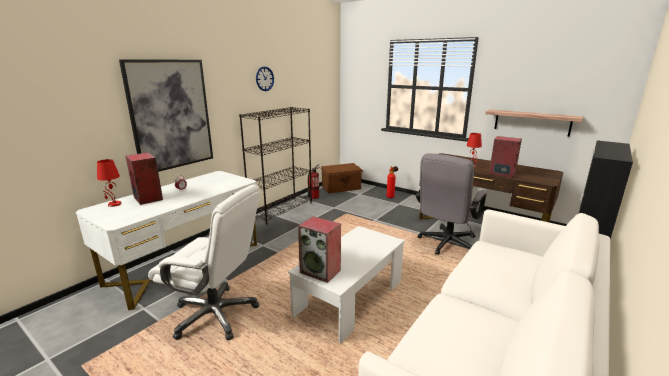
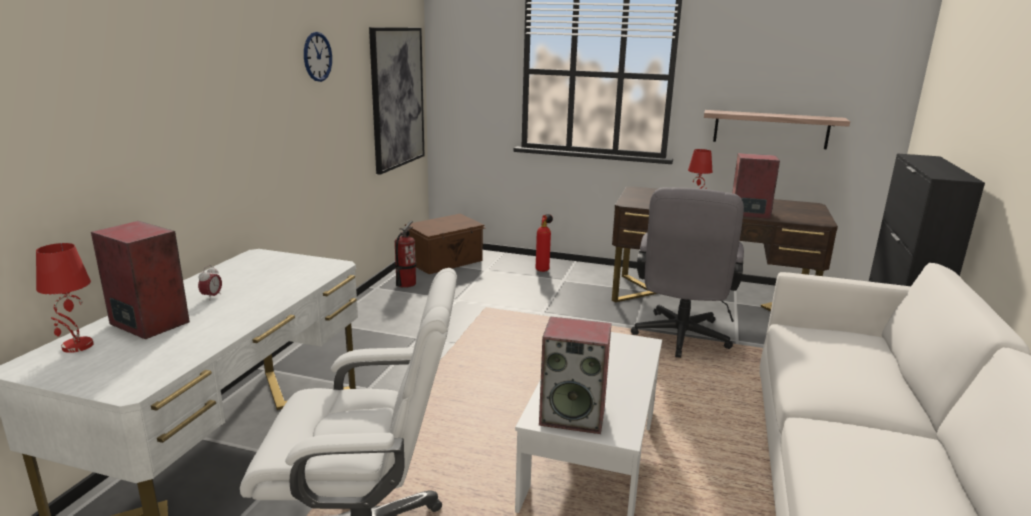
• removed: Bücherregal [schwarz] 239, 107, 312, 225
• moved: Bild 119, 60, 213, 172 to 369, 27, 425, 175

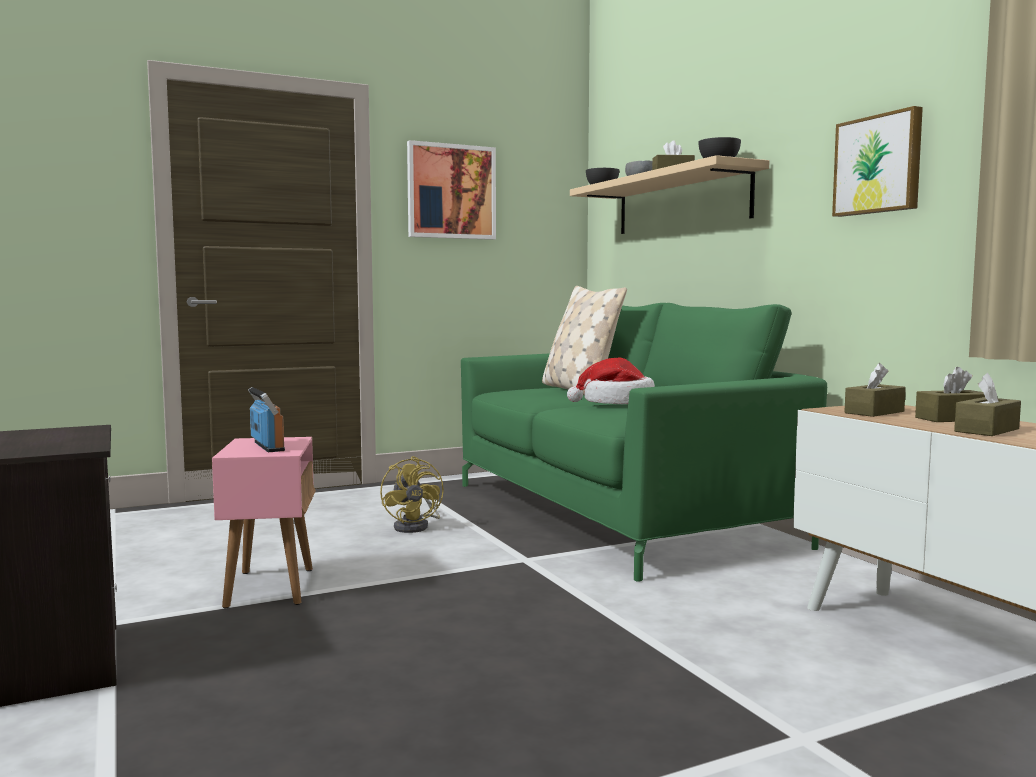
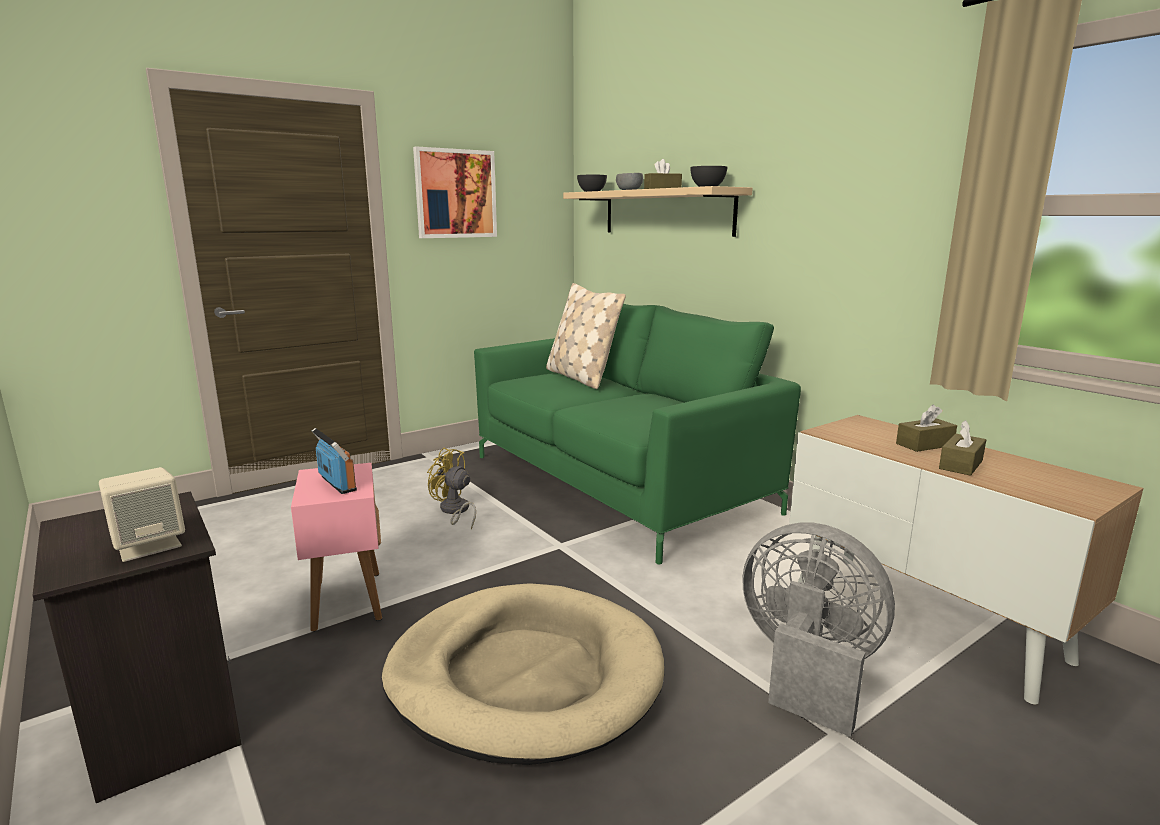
• removed: Hut 567, 357, 655, 404
• removed: Bild 832, 106, 923, 217
• removed: Taschentuchbox [braun] 844, 363, 906, 417
• added: Lautsprecher [beige] 99, 467, 185, 562
• added: Hundebett [beige] 382, 583, 664, 765
• added: Ventilator [grau] 743, 522, 895, 737
• turned: Ventilator [gelb] 380, 456, 444, 533 = 427, 448, 476, 529 150 degrees clockwise

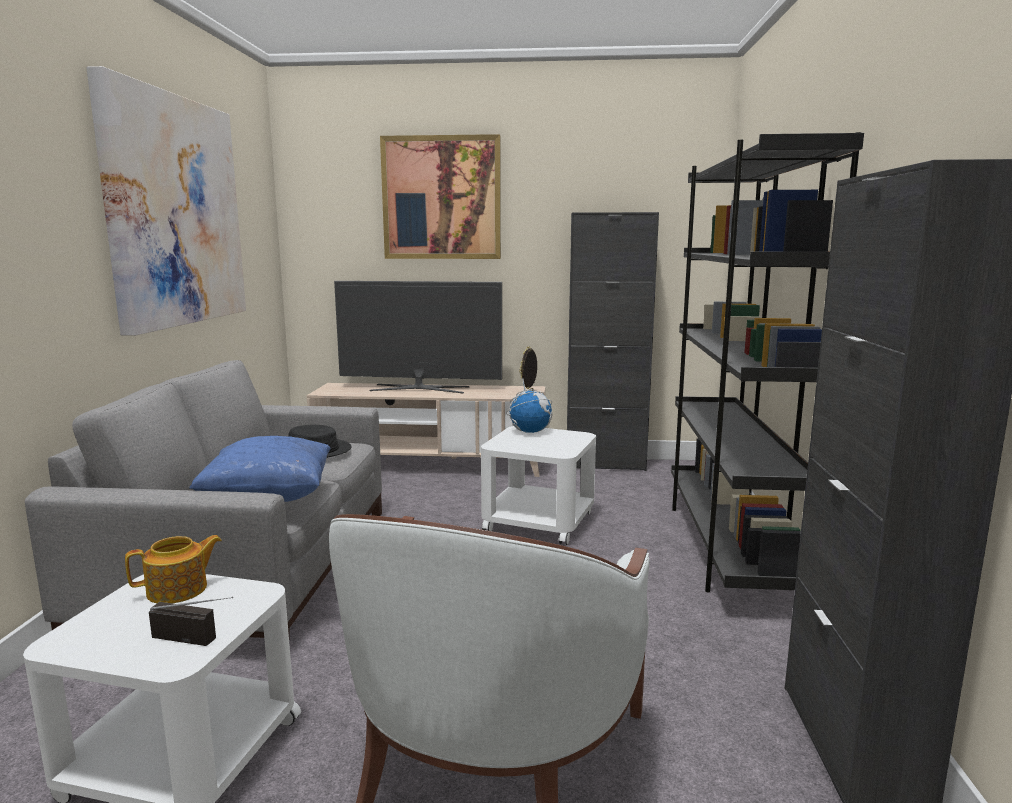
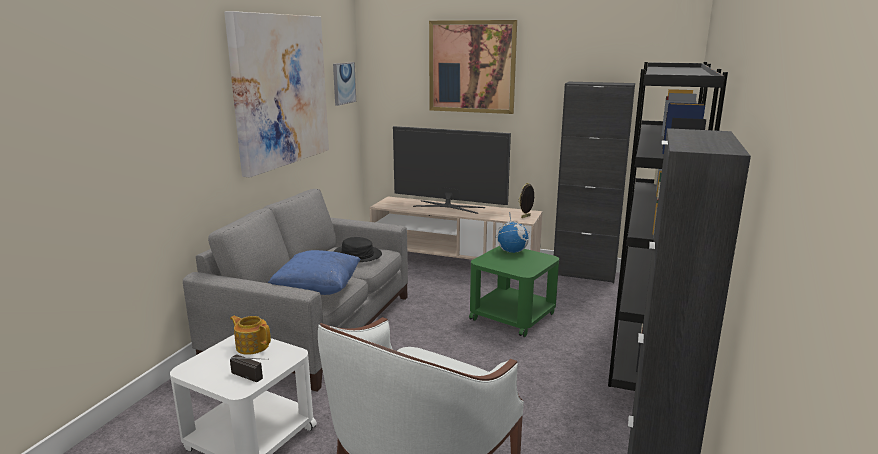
• added: Bild 333, 62, 356, 106
• recoloured: Beistelltisch [weiß] 481, 426, 596, 545 to Beistelltisch [grün] 469, 246, 559, 337
• turned: Teekanne 125, 535, 222, 603 = 230, 316, 271, 355 135 degrees counterclockwise

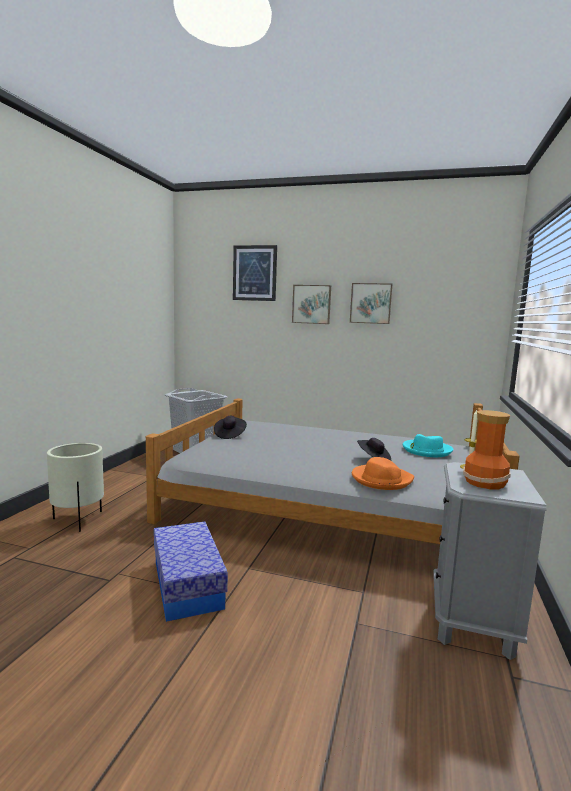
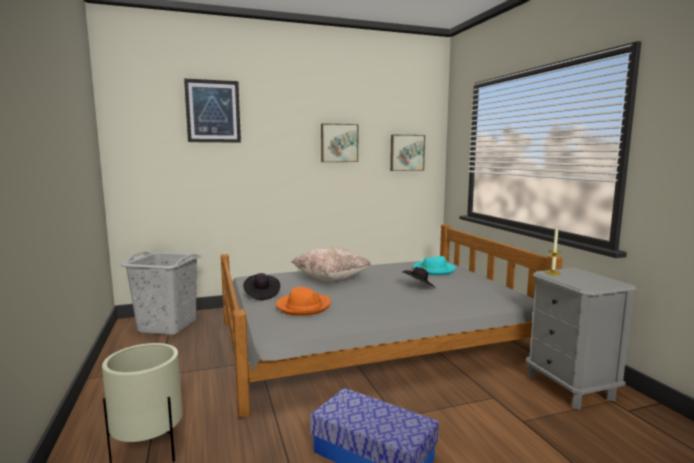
• removed: Vase 463, 410, 511, 489
• added: Kissen [beige] 291, 247, 371, 281
• moved: Bild 292, 285, 331, 324 to 390, 135, 425, 171
• moved: Hut [orange] 352, 457, 414, 490 to 276, 287, 331, 316

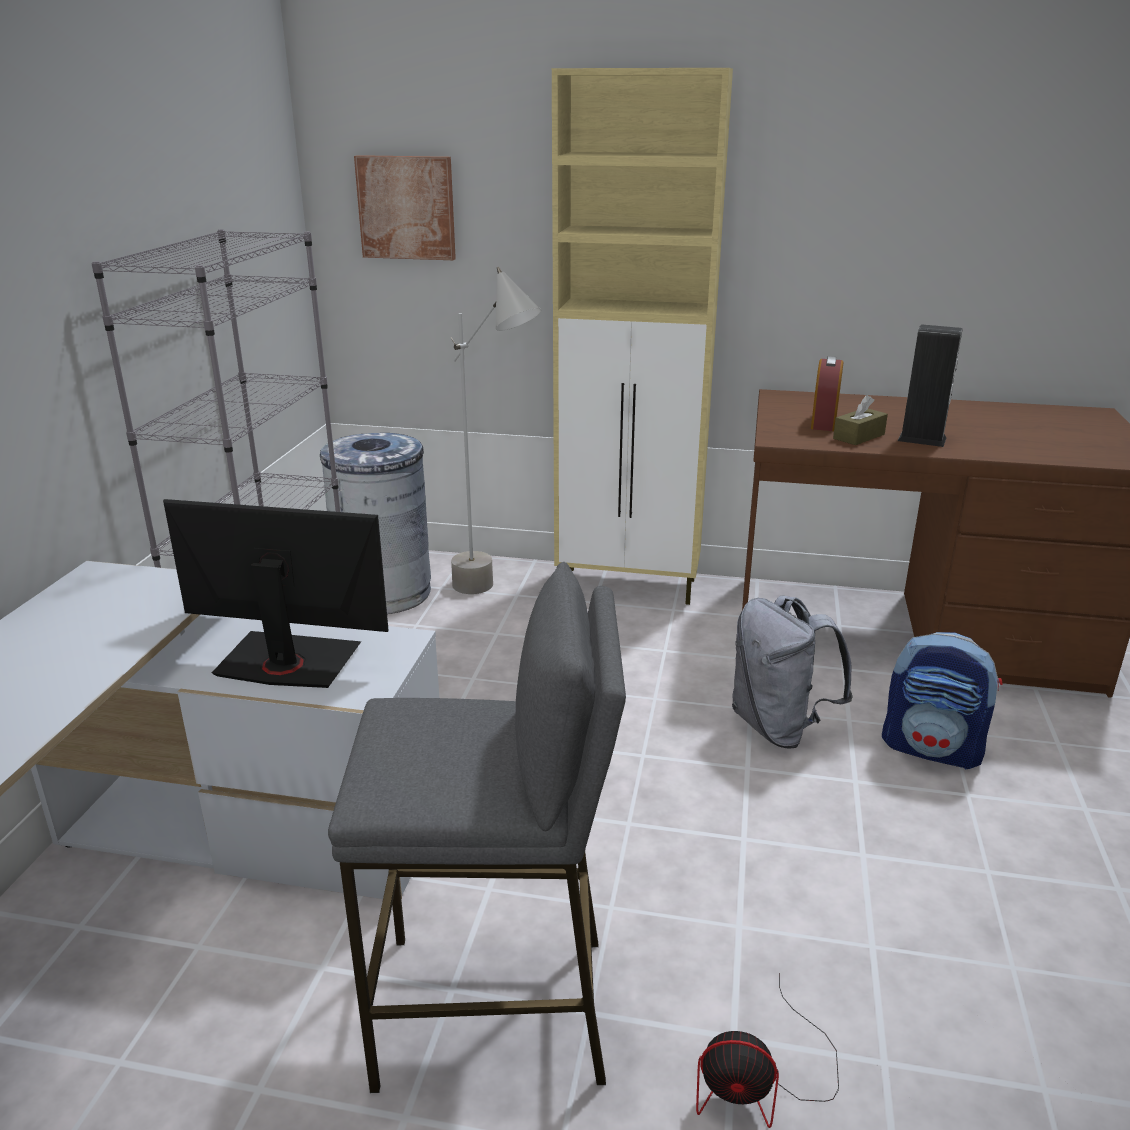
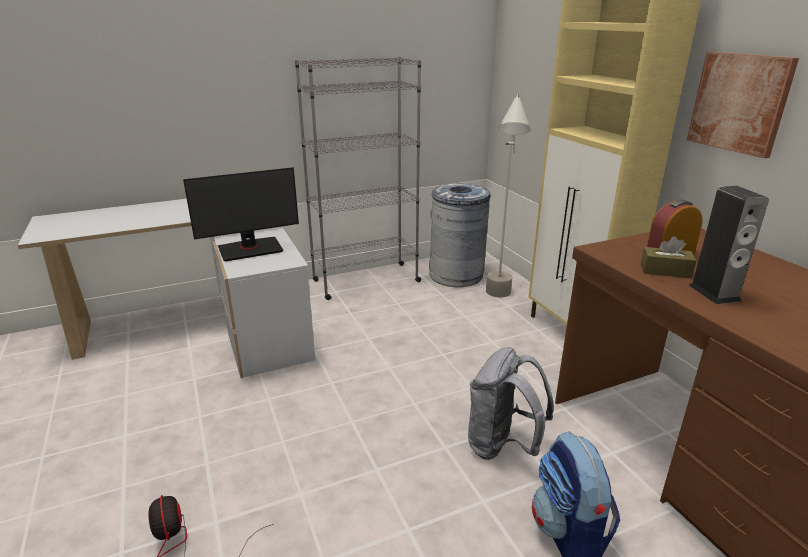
• removed: Hocker [grau] 328, 562, 626, 1093
• moved: Bild 354, 155, 456, 260 to 687, 52, 799, 158
• turned: Monitor 163, 499, 389, 688 = 183, 167, 299, 261 90 degrees clockwise

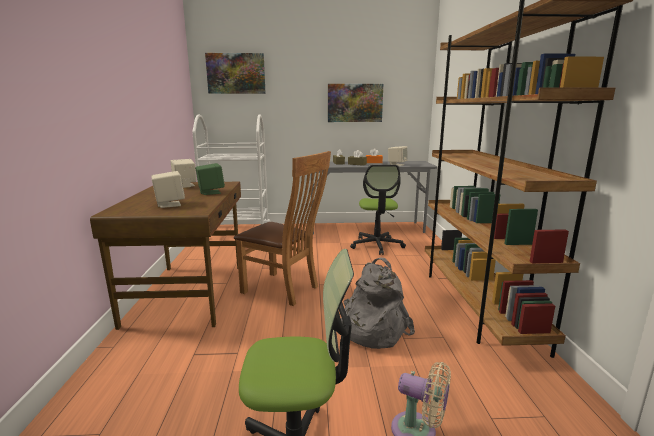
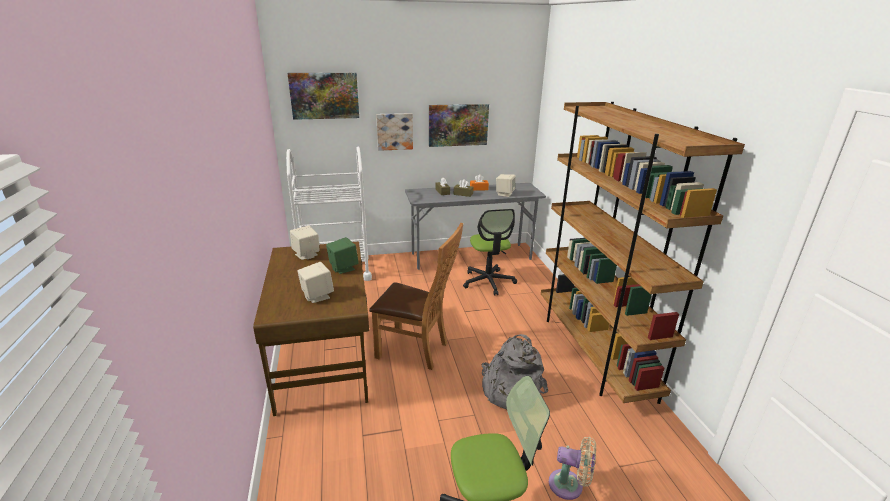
• added: Bild 376, 113, 413, 151

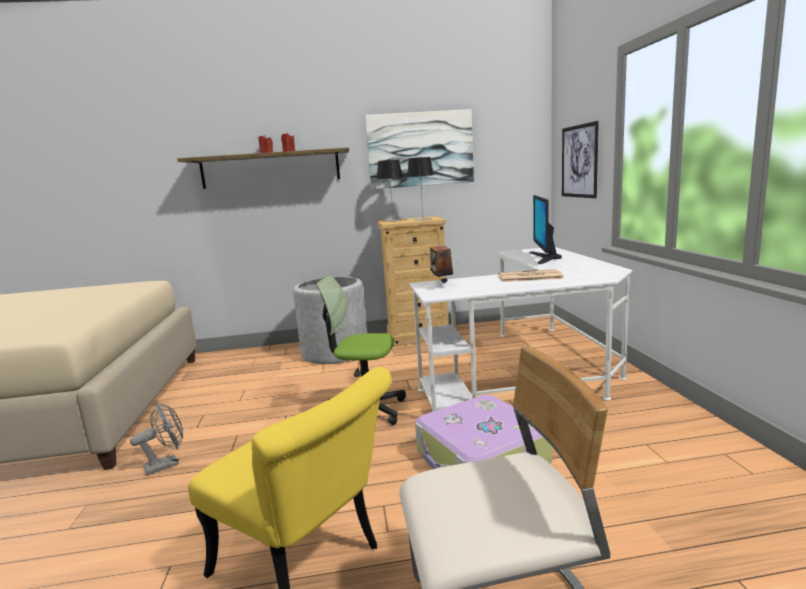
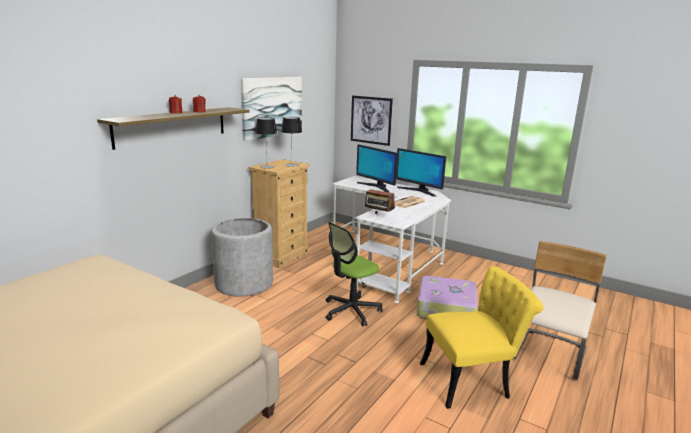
• removed: Ventilator [grau] 130, 403, 183, 475
• added: Monitor 396, 148, 446, 197

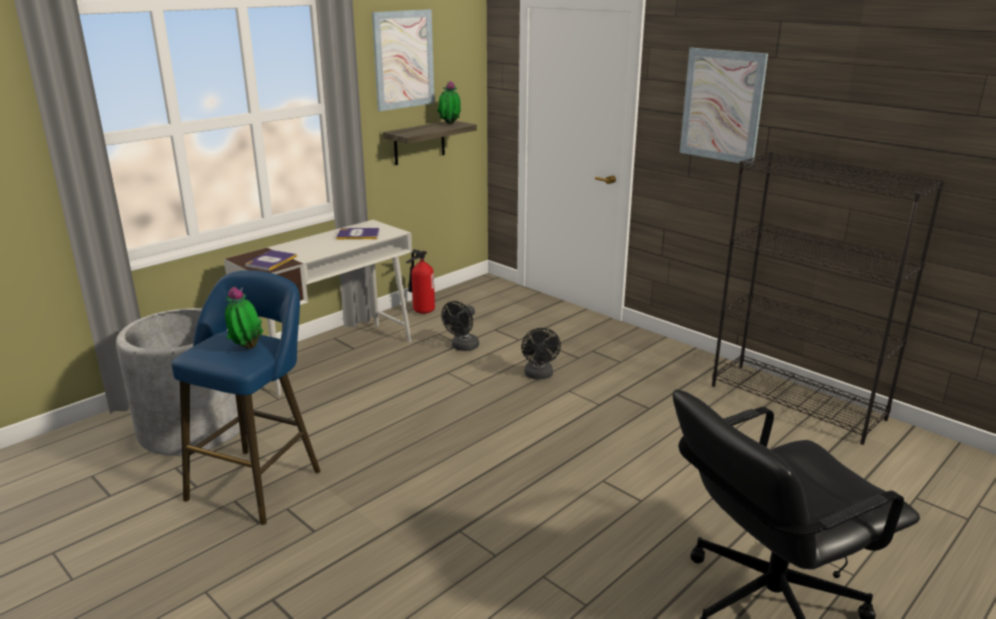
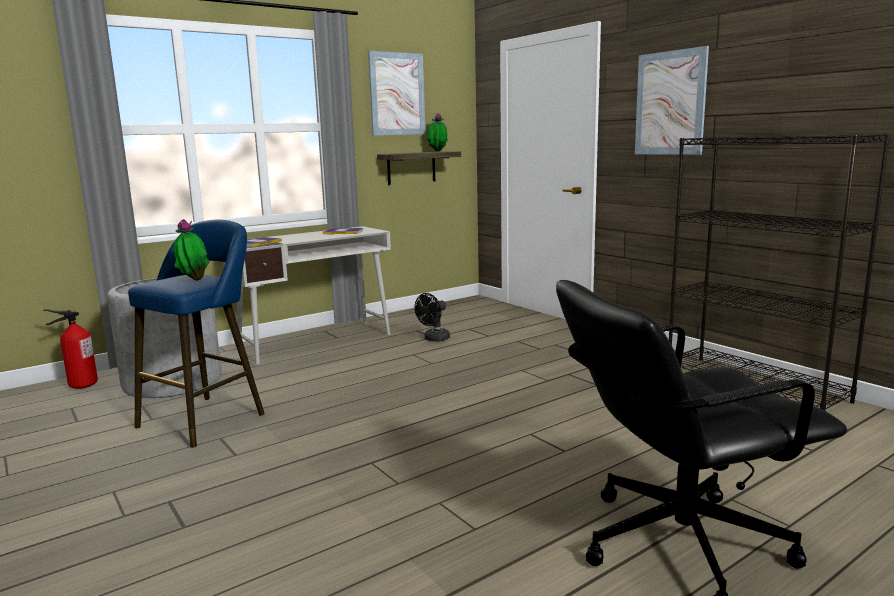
• removed: Ventilator [schwarz] 521, 328, 561, 379
• moved: Feuerlöscher 406, 250, 435, 314 to 43, 309, 98, 389

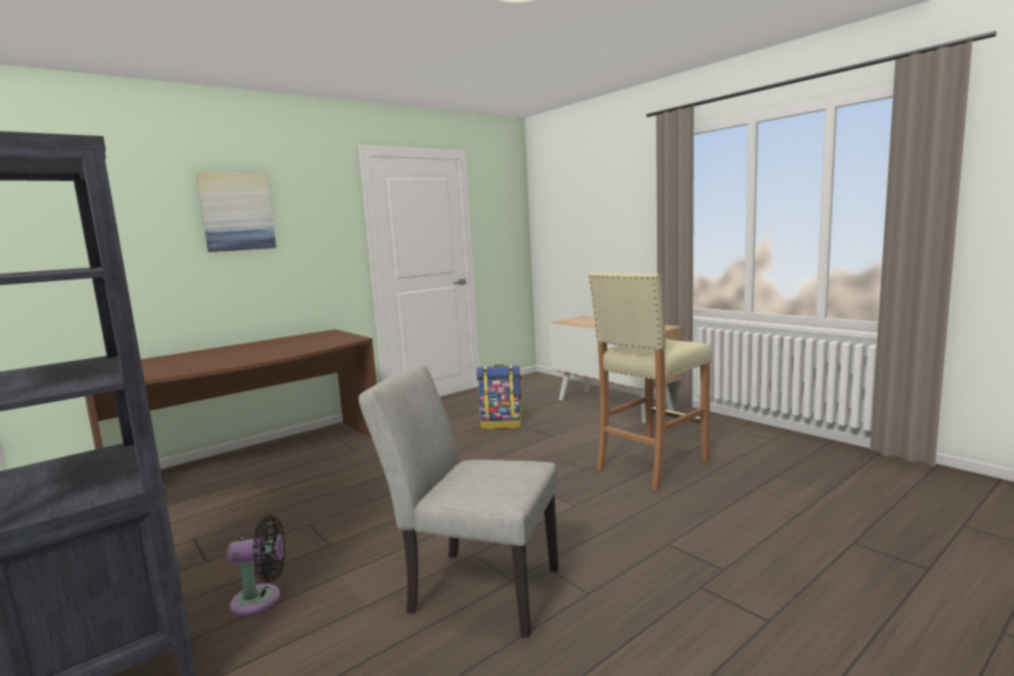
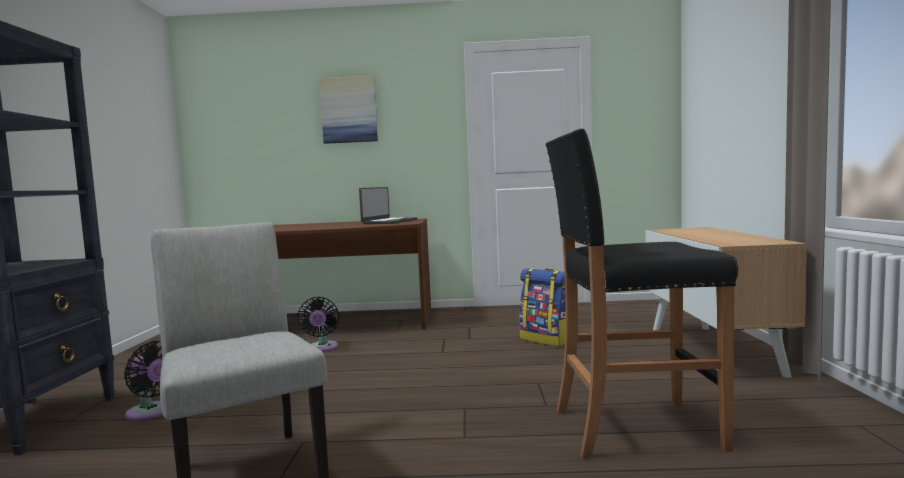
• added: Ventilator [schwarz] 298, 297, 339, 352
• added: Laptop 359, 187, 417, 224
• recoloured: Hocker [beige] 588, 272, 712, 490 to Hocker [schwarz] 546, 129, 738, 458

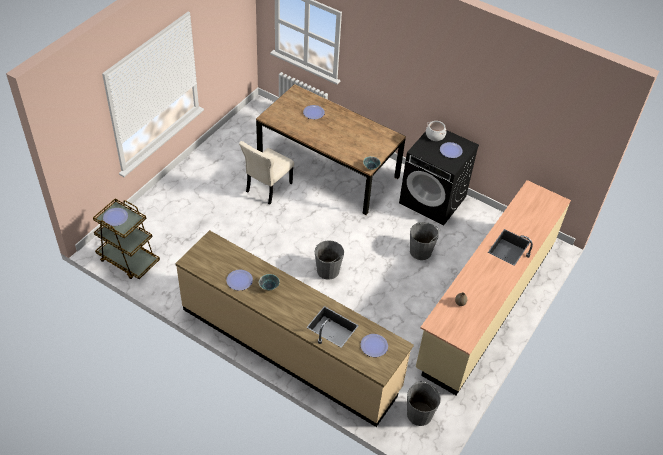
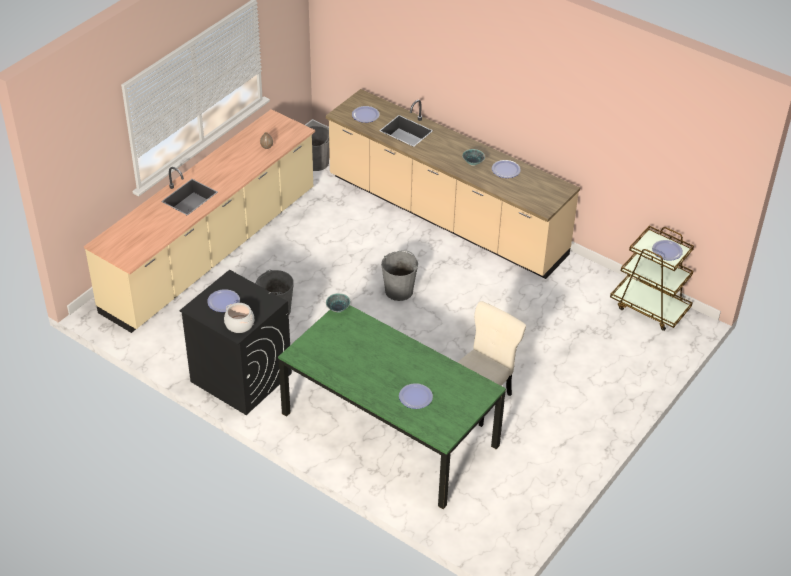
• recoloured: Esstisch [braun] 256, 84, 406, 215 to Esstisch [grün] 278, 305, 506, 509

